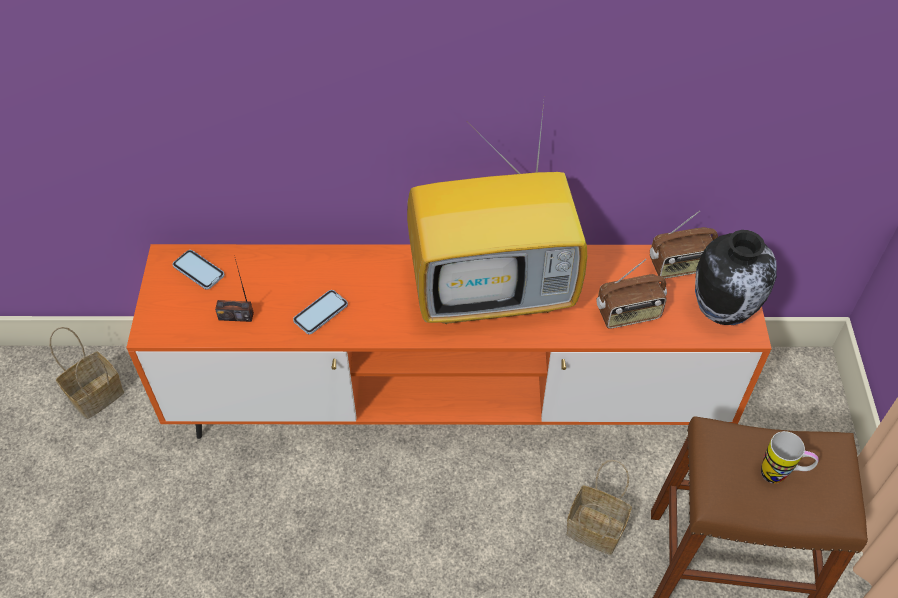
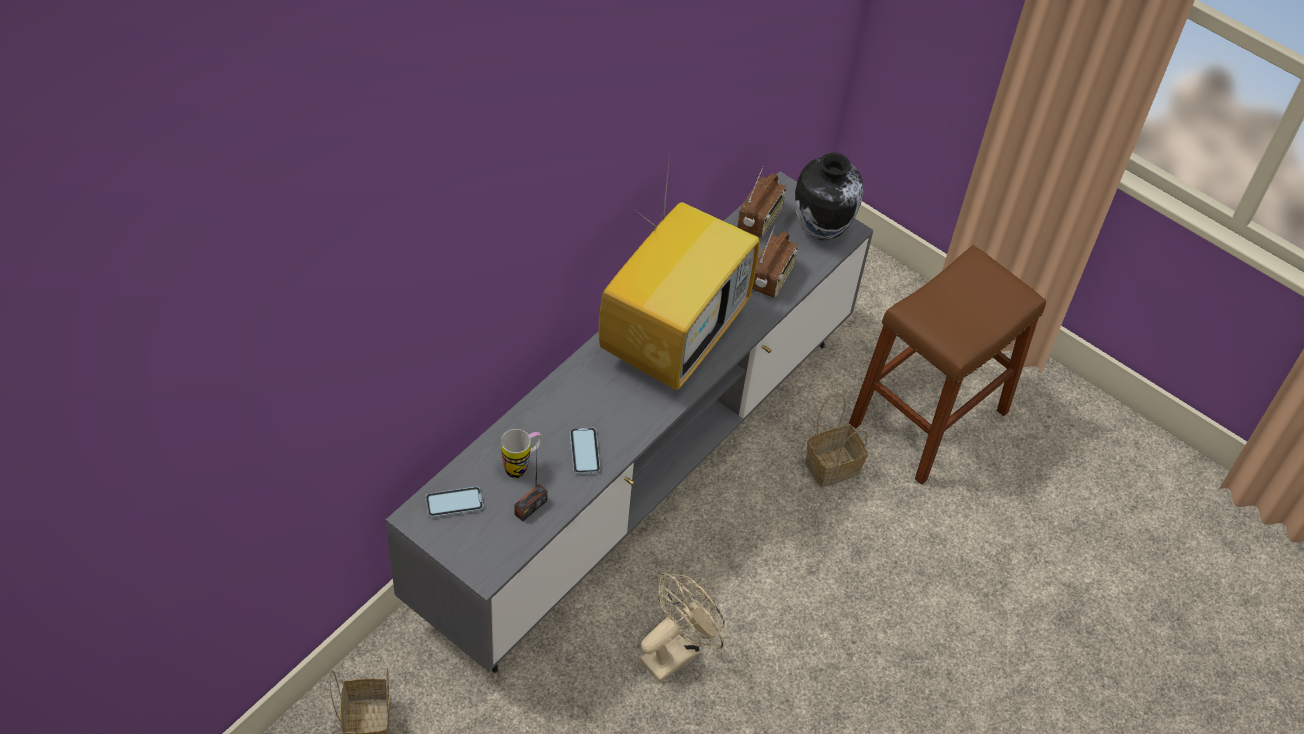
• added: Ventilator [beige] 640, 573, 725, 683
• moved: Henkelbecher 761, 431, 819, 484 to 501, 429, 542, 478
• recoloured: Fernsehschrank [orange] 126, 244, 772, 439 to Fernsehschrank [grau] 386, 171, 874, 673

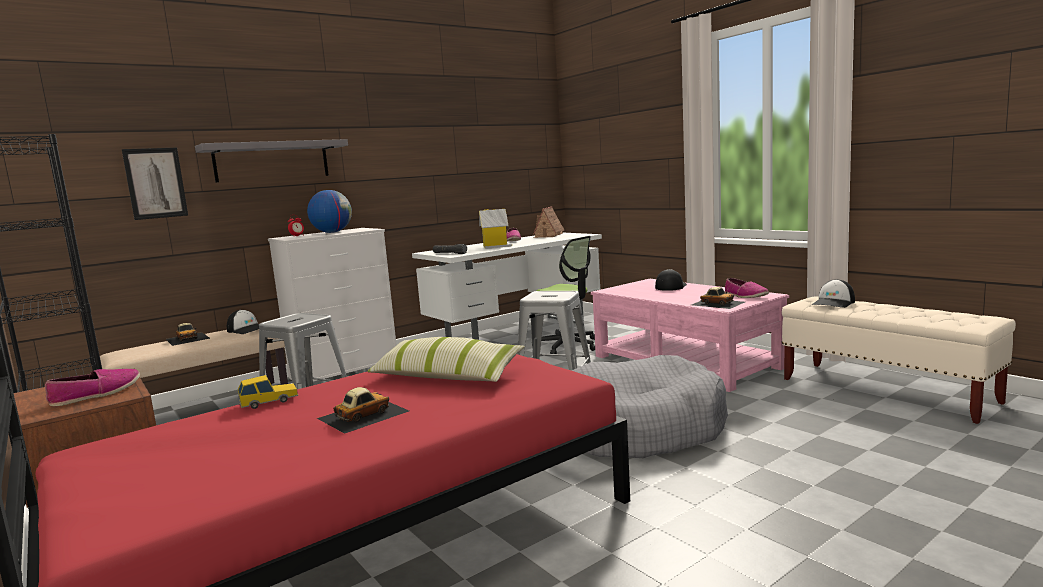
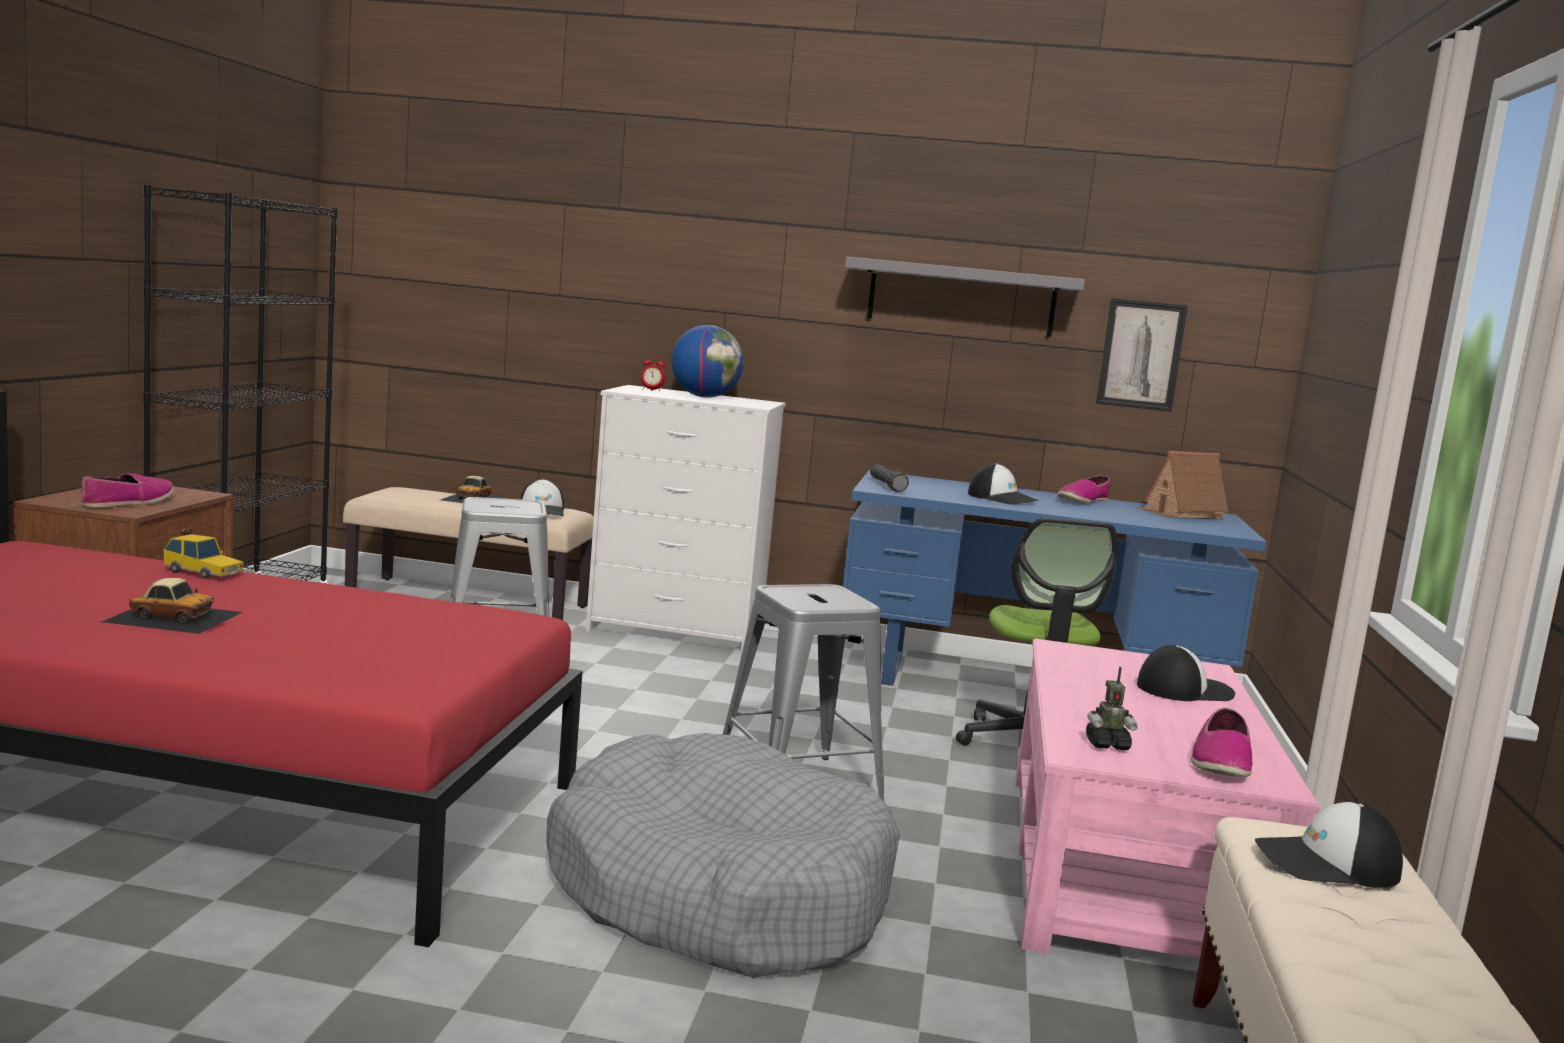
• removed: Kissen 368, 337, 525, 382
• moved: Bild 122, 148, 188, 220 to 1096, 298, 1188, 412
• moved: Wandregal [grau] 195, 139, 348, 182 to 845, 256, 1085, 337
• replaced: Spielzeughaus 479, 209, 512, 249 to Kappe 968, 463, 1039, 505
• replaced: Spielzeugauto 692, 287, 745, 309 to Spielzeugroboter 1086, 666, 1138, 750
• recoloured: Schreibtisch [weiß] 412, 233, 602, 340 to Schreibtisch [blau] 843, 470, 1266, 686
• turned: Schuh 45, 369, 140, 406 = 81, 473, 174, 508 60 degrees counterclockwise

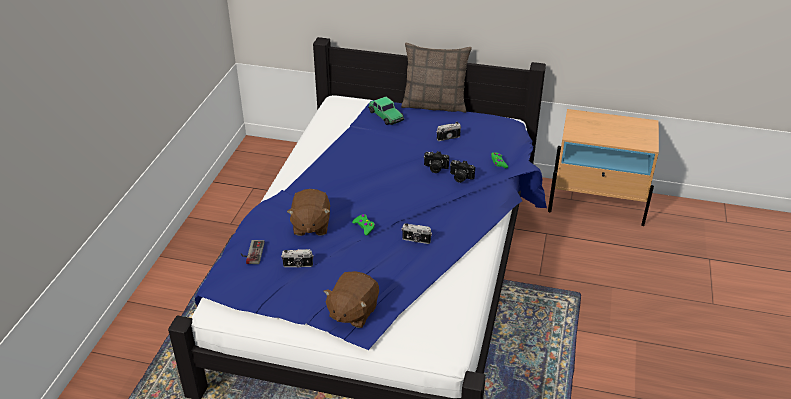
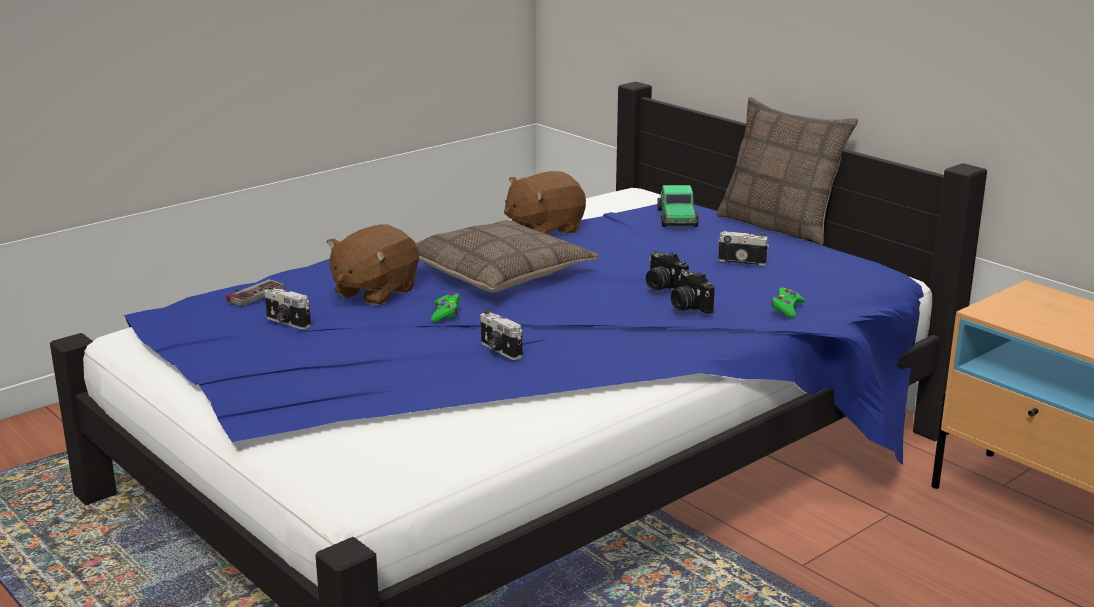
• added: Kissen 416, 220, 599, 293
• moved: Plüschtier [braun] 323, 271, 379, 328 to 504, 171, 586, 234

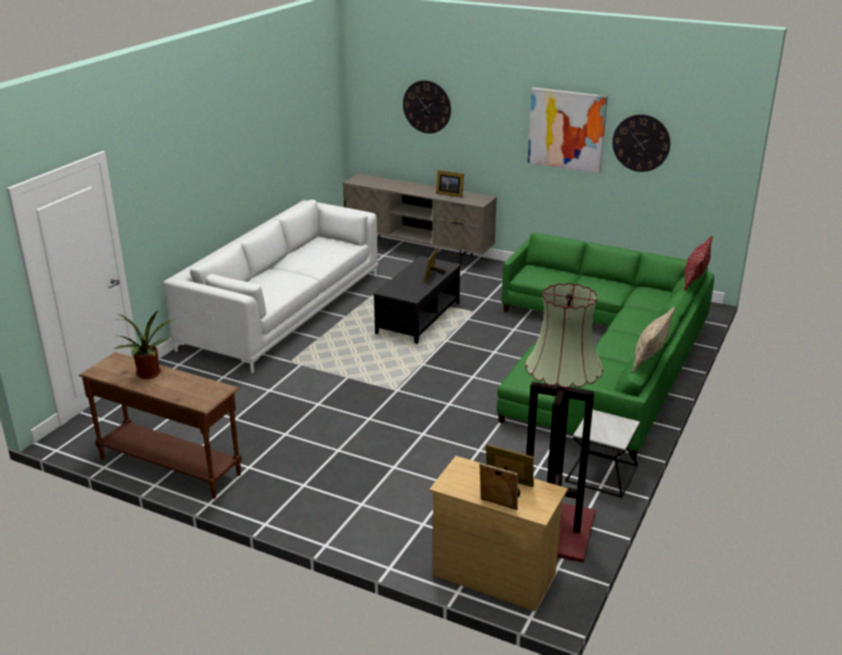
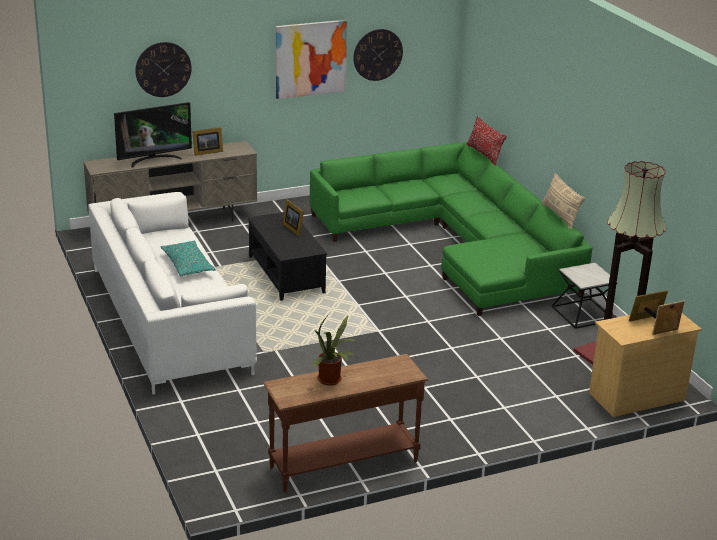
• added: Fernseher 114, 102, 192, 167
• added: Kissen [türkis] 160, 240, 216, 276

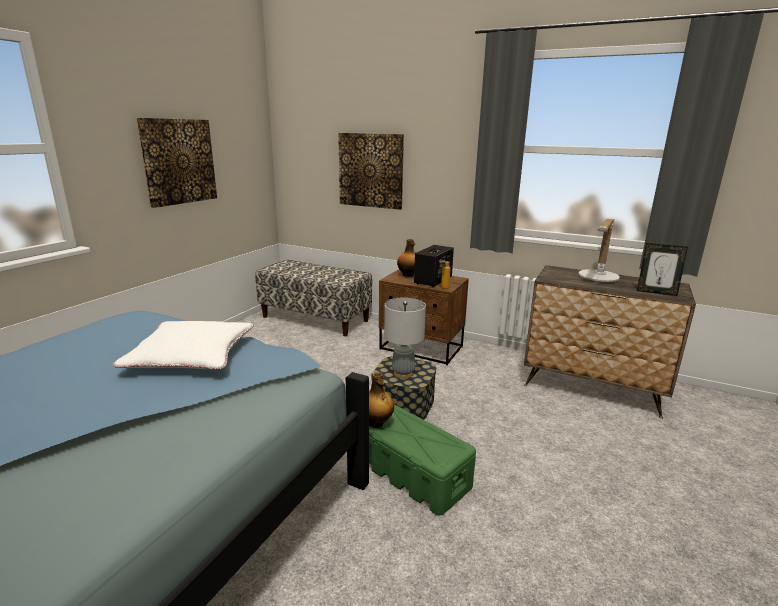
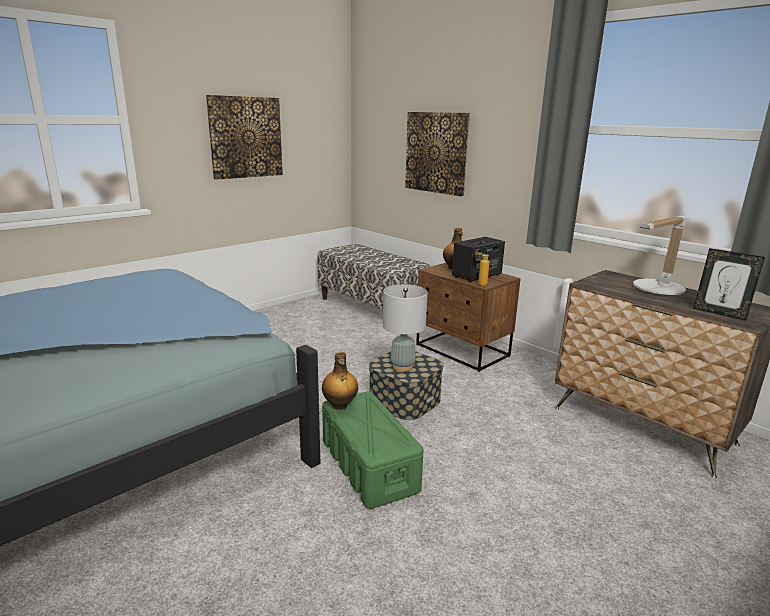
• removed: Kissen [weiß] 113, 321, 254, 370

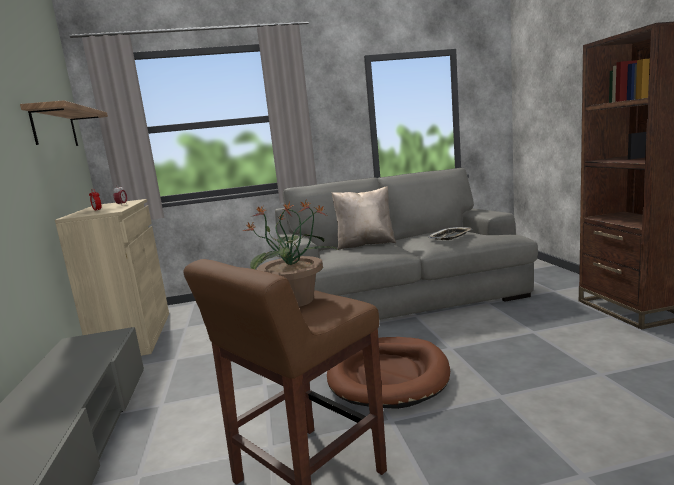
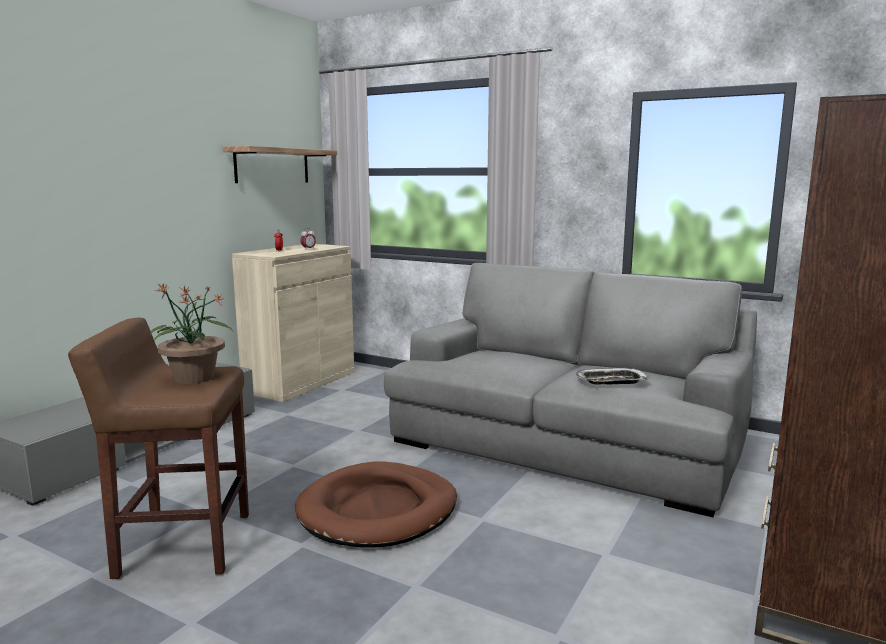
• removed: Kissen [beige] 331, 187, 396, 250

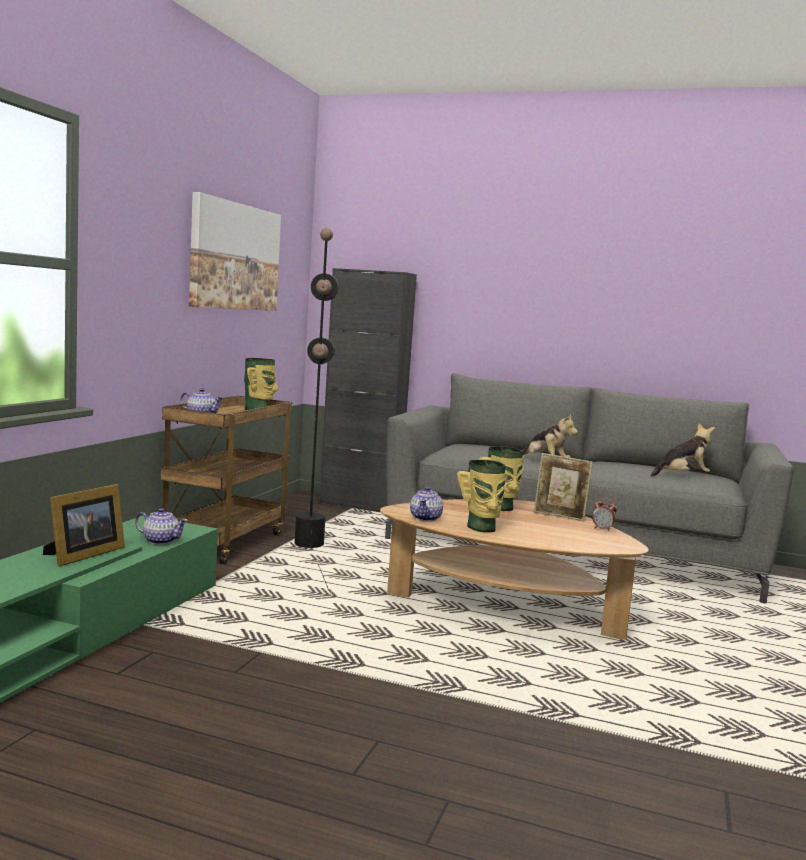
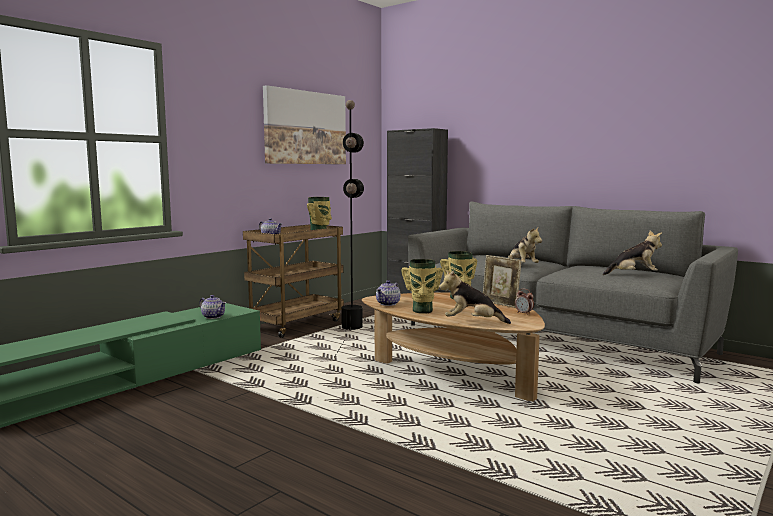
• removed: Bilderrahmen 43, 484, 125, 566
• added: Plüschtier 439, 270, 511, 324

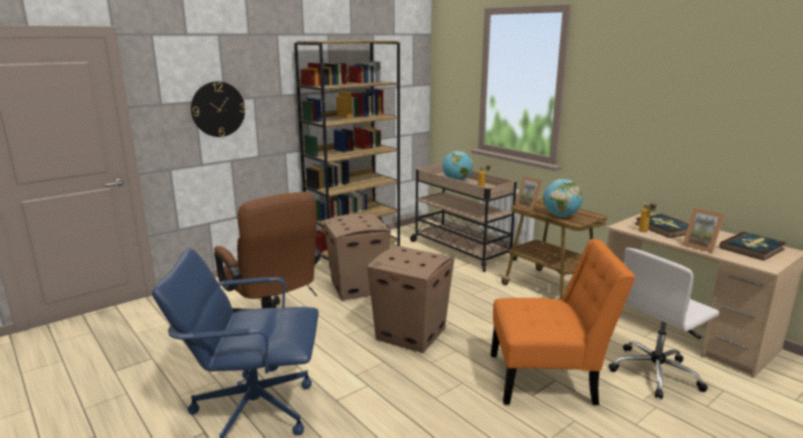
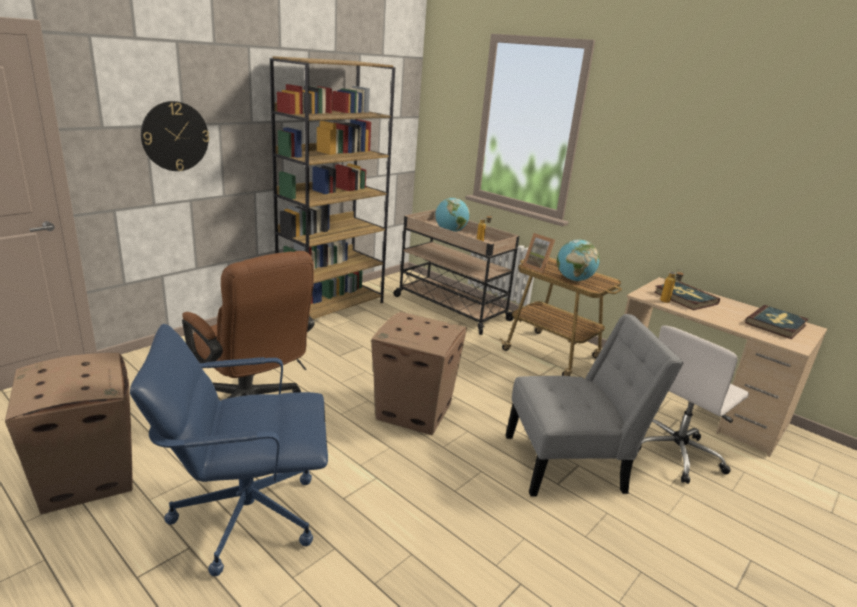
• removed: Bilderrahmen 683, 208, 724, 253
• moved: Karton 324, 214, 391, 301 to 5, 353, 132, 514
• recoloured: Stuhl [orange] 491, 239, 636, 405 to Stuhl [grau] 506, 314, 684, 497

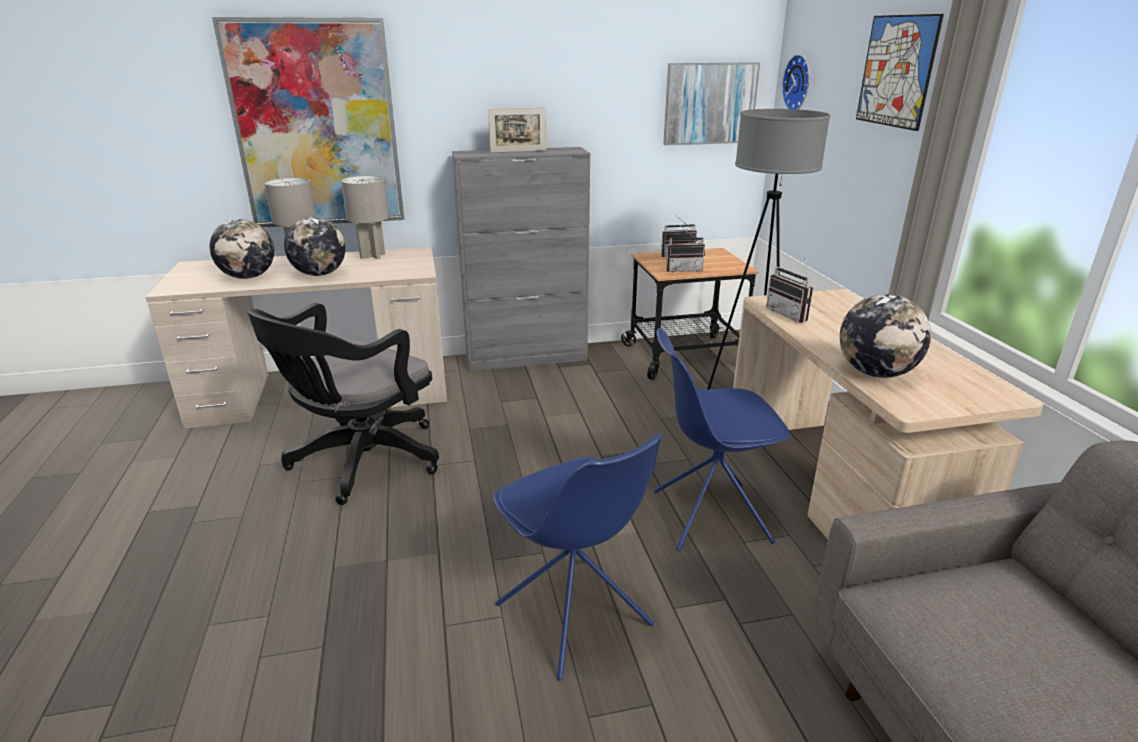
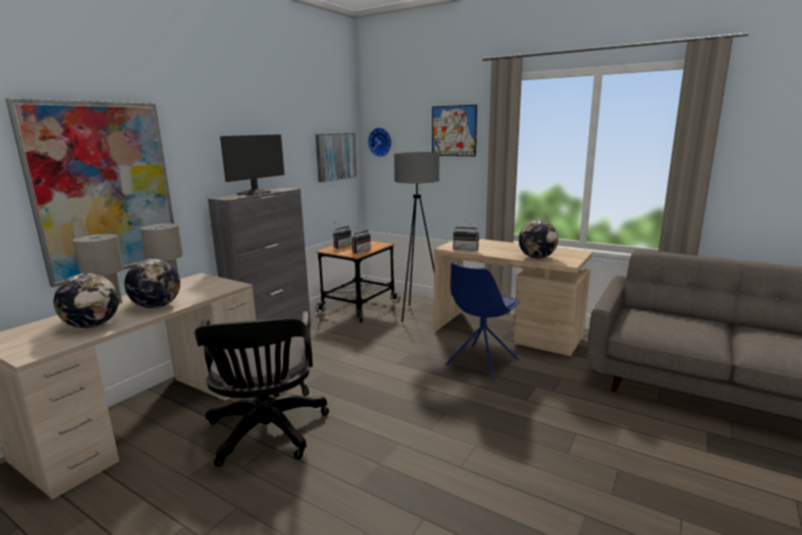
• removed: Stuhl [blau] 493, 433, 663, 681
• replaced: Bilderrahmen 488, 107, 546, 153 to Monitor 220, 134, 284, 195

